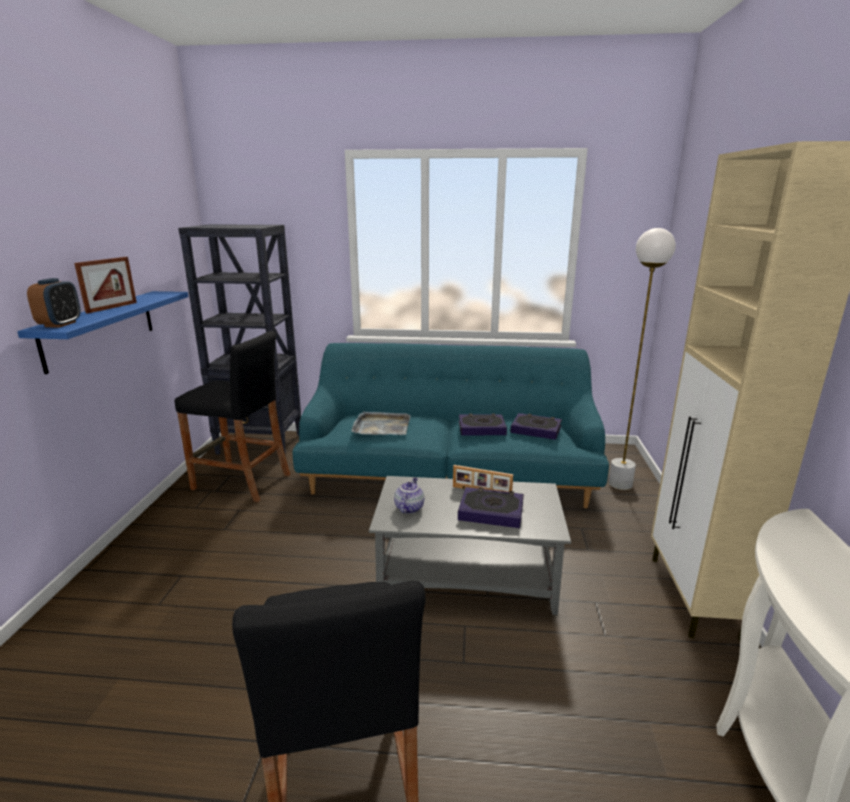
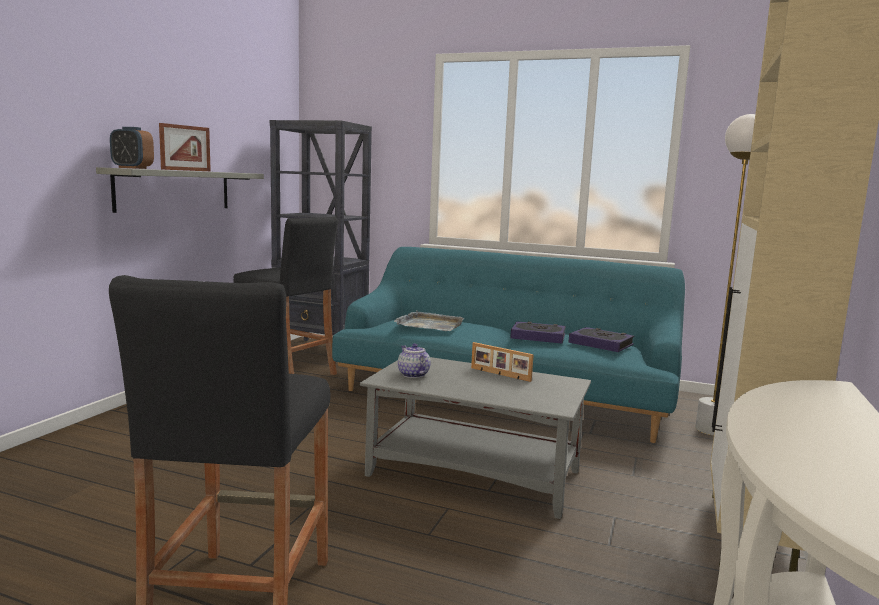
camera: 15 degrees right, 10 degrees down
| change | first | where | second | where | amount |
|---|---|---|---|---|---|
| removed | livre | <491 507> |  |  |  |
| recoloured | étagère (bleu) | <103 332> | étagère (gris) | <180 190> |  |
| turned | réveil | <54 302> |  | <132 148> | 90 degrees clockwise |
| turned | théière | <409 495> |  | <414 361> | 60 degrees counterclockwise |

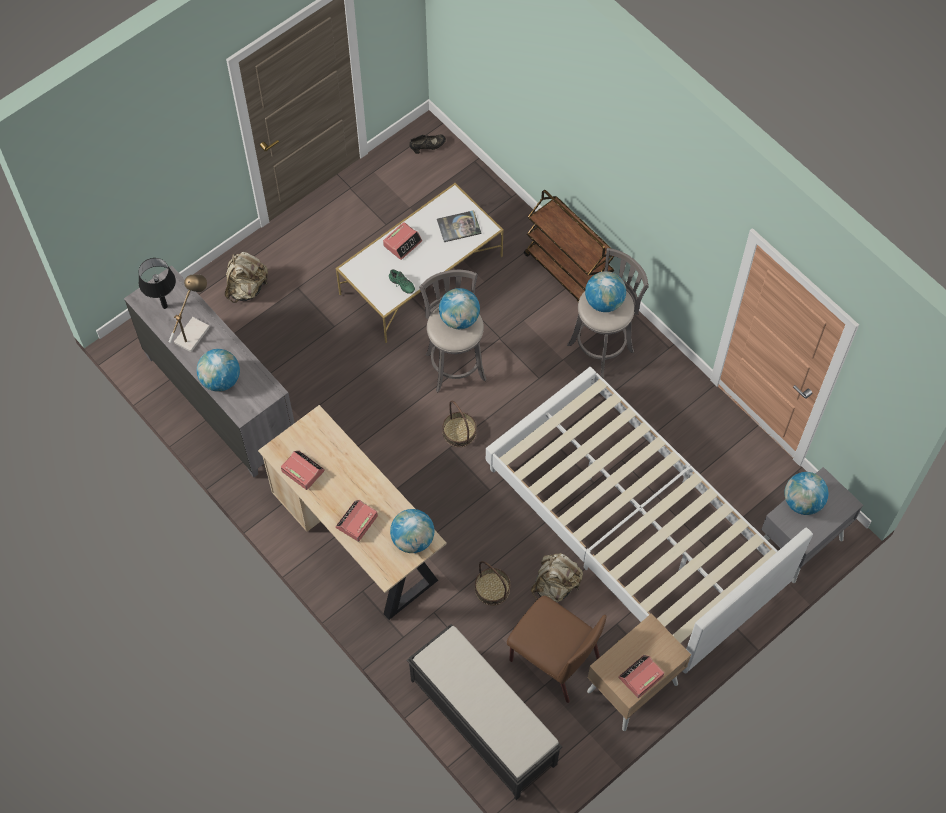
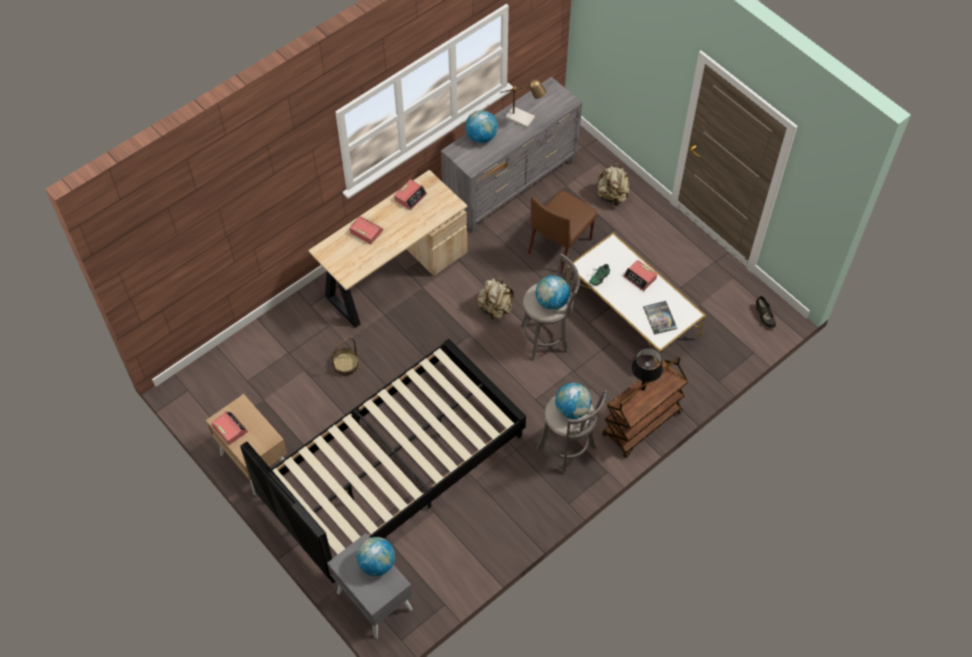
camera: 90 degrees right, 5 degrees down
| change | first | where | second | where | amount |
|---|---|---|---|---|---|
| removed | globe | <412 531> |  |  |  |
| removed | banc (noir) | <484 712> |  |  |  |
| removed | panier | <459 424> |  |  |  |
| moved | lampe de table (noir) | <157 283> |  | <647 369> |  |
| moved | chaise (marron) | <556 649> |  | <562 232> |  |
| moved | sac à dos (beige) | <557 577> |  | <495 299> |  |
| recoloured | lit (blanc) | <649 520> | lit (noir) | <383 461> |  |

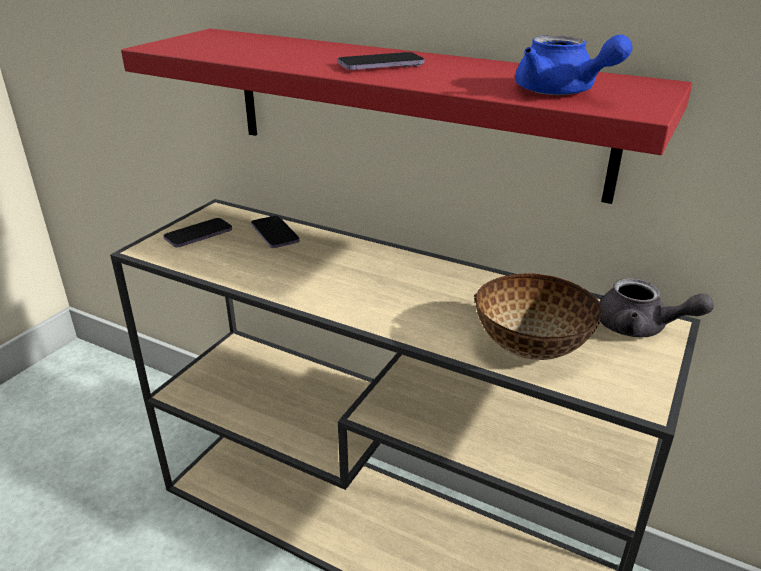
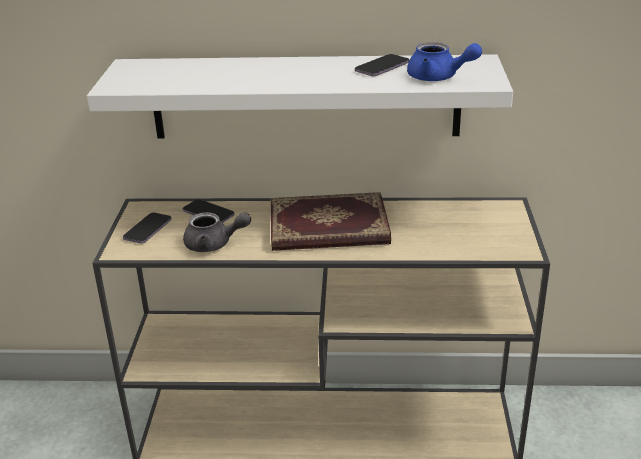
camera: 25 degrees left, 0 degrees up
| change | first | where | second | where | amount |
|---|---|---|---|---|---|
| removed | bol | <538 316> |  |  |  |
| added |  |  | livre | <331 221> |  |
| moved | téléphone | <381 61> |  | <382 65> |  |
| moved | théière (gris) | <656 307> |  | <217 232> |  |
| recoloured | étagère (rouge) | <406 116> | étagère (blanc) | <300 96> |  |

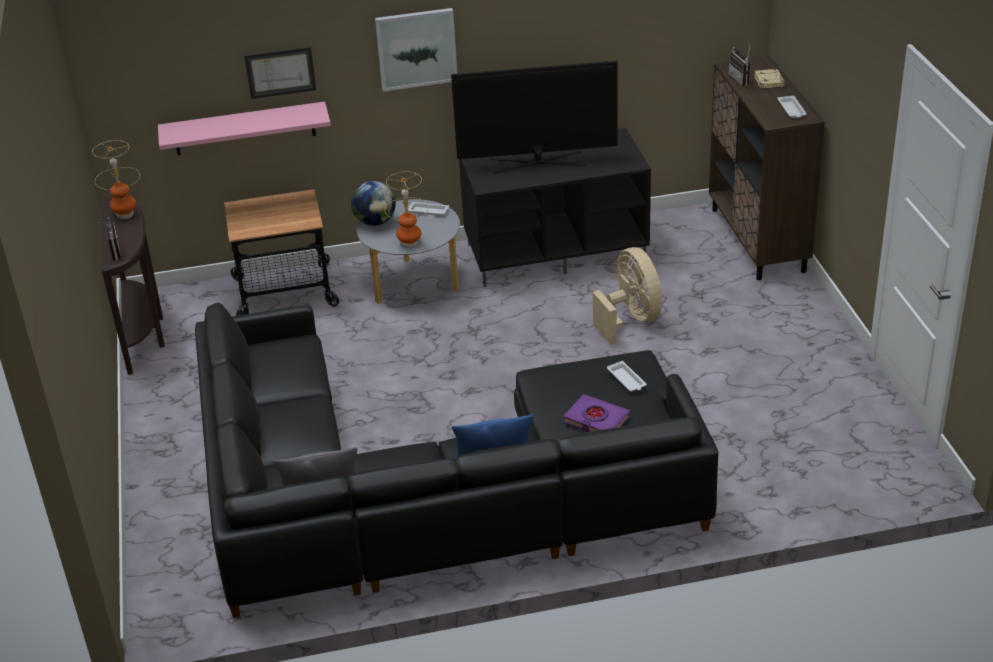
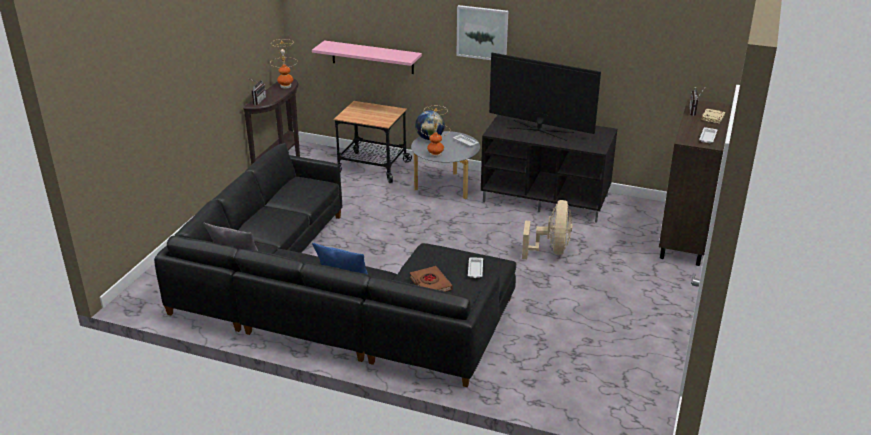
camera: 30 degrees right, 5 degrees down
| change | first | where | second | where | amount |
|---|---|---|---|---|---|
| removed | tableau | <280 73> |  |  |  |
| recoloured | livre (violet) | <596 413> | livre (marron) | <431 279> |  |

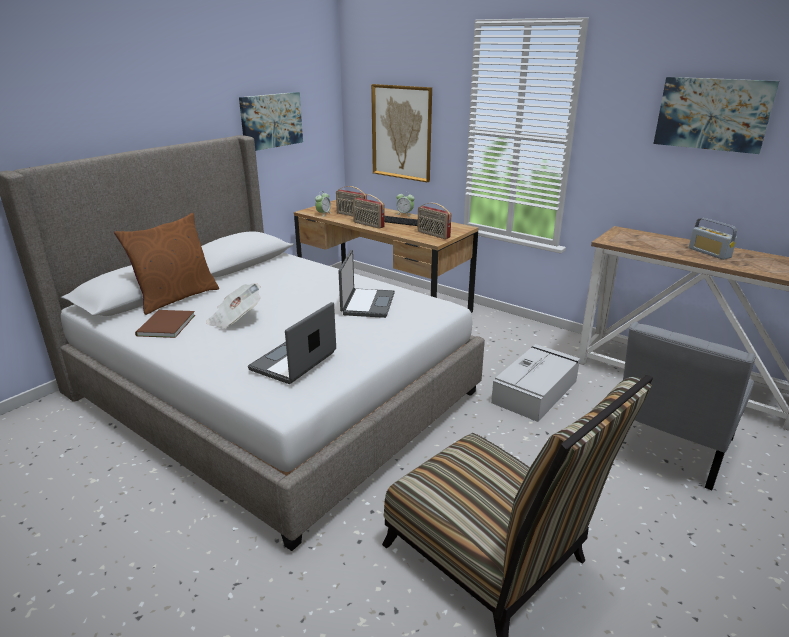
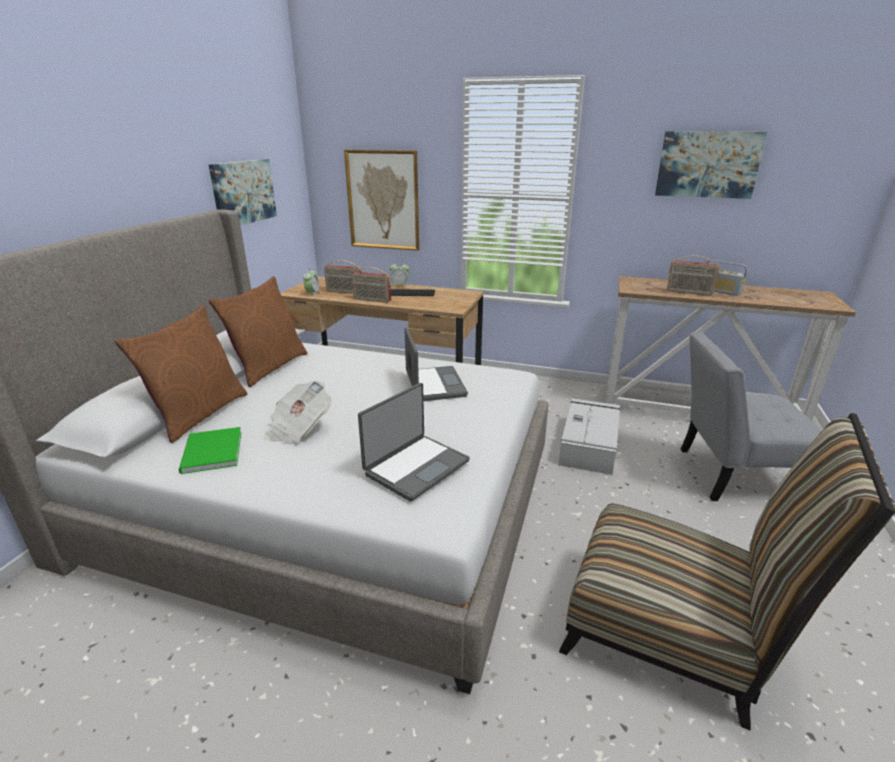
camera: 20 degrees left, 0 degrees up
| change | first | where | second | where | amount |
|---|---|---|---|---|---|
| added |  |  | coussin (marron) | <258 331> |  |
| moved | radio | <434 221> |  | <693 275> |  |
| recoloured | livre (marron) | <165 324> | livre (vert) | <210 450> |  |
| turned | ordinateur portable | <292 343> |  | <414 442> | 150 degrees counterclockwise |
| turned | chaise (gris) | <689 406> |  | <751 416> | 75 degrees clockwise |

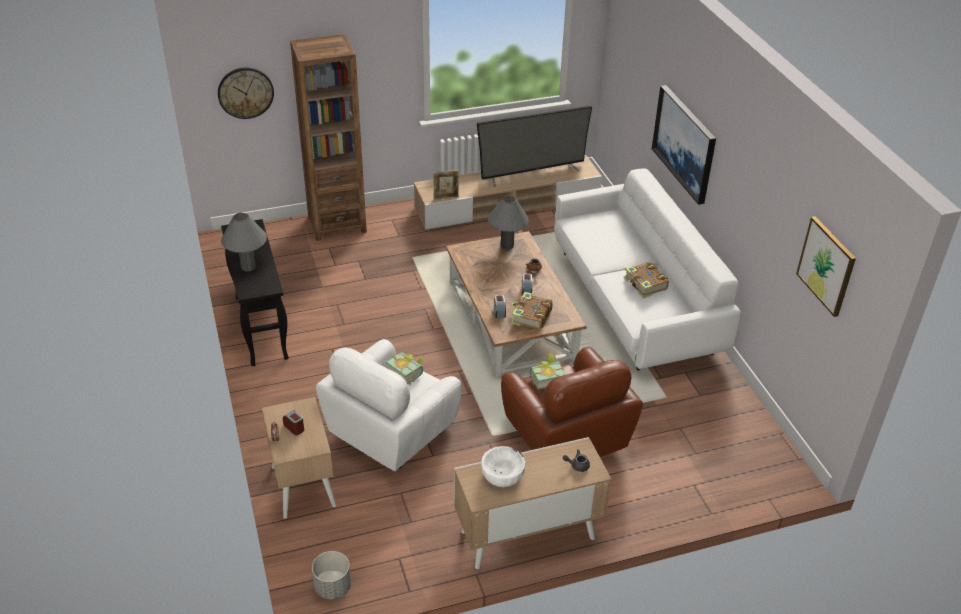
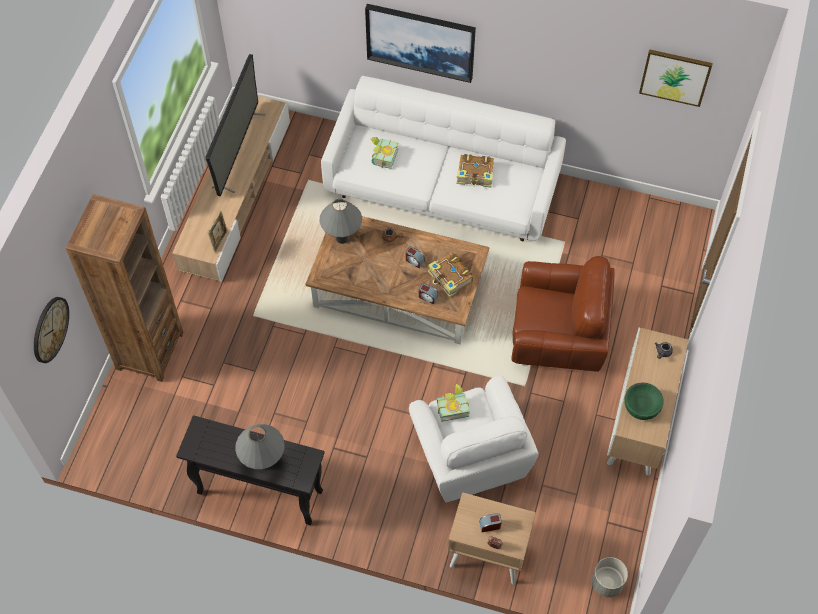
camera: 55 degrees left, 20 degrees up
| change | first | where | second | where | amount |
|---|---|---|---|---|---|
| moved | livre | <548 371> |  | <385 153> |  |
| recoloured | bol (blanc) | <503 466> | bol (vert) | <643 401> |  |

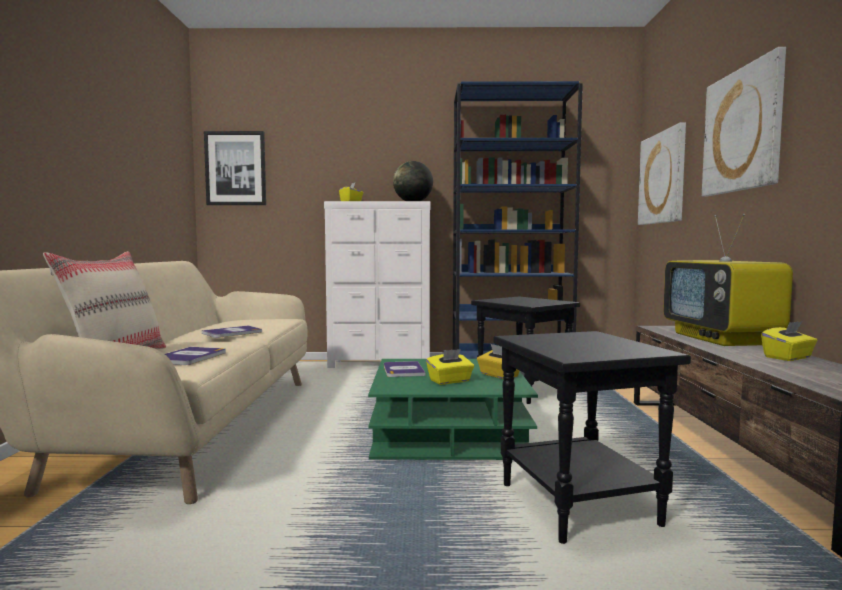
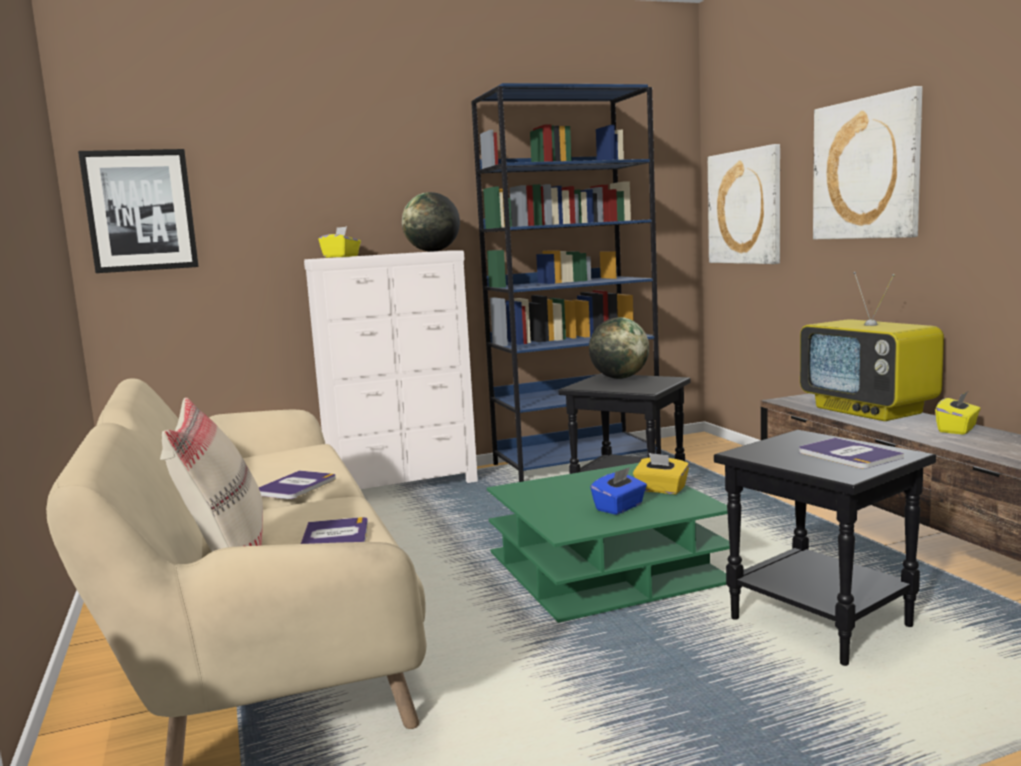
camera: 20 degrees left, 5 degrees up
| change | first | where | second | where | amount |
|---|---|---|---|---|---|
| added |  |  | globe | <619 348> |  |
| moved | livre | <404 369> |  | <851 453> |  |
| recoloured | boîte à mouchoirs (jaune) | <450 367> | boîte à mouchoirs (bleu) | <618 491> |  |

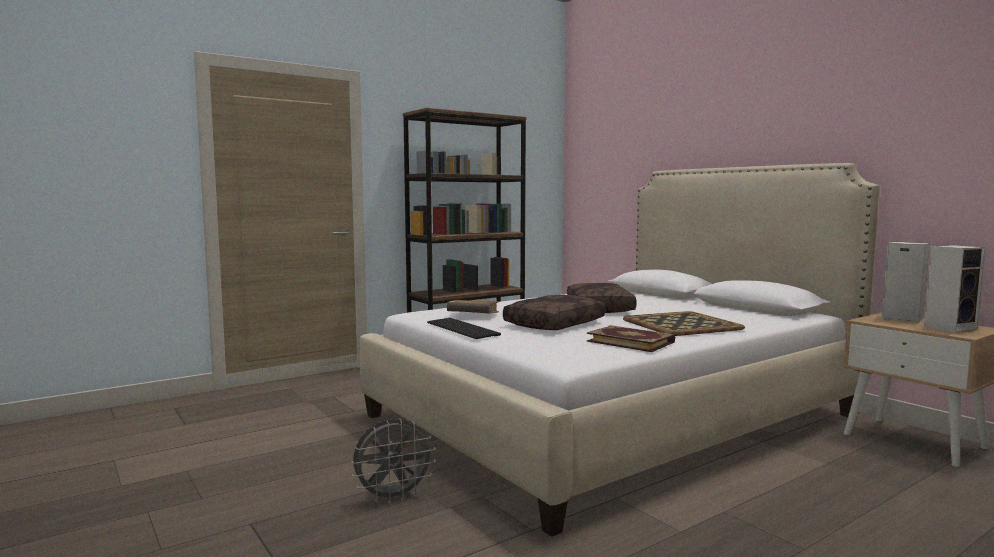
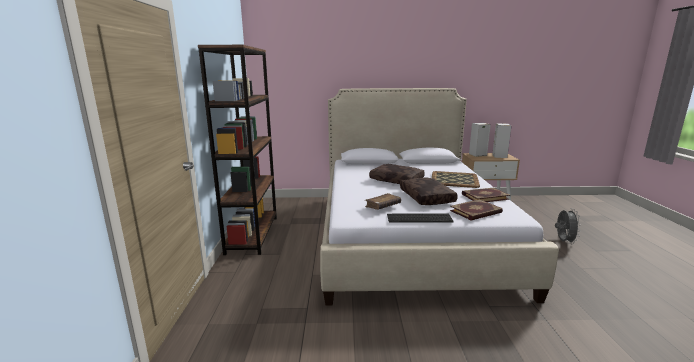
camera: 55 degrees left, 10 degrees up
| change | first | where | second | where | amount |
|---|---|---|---|---|---|
| added |  |  | livre | <476 209> |  |
| moved | ventilateur (gris) | <393 461> |  | <568 226> |  |

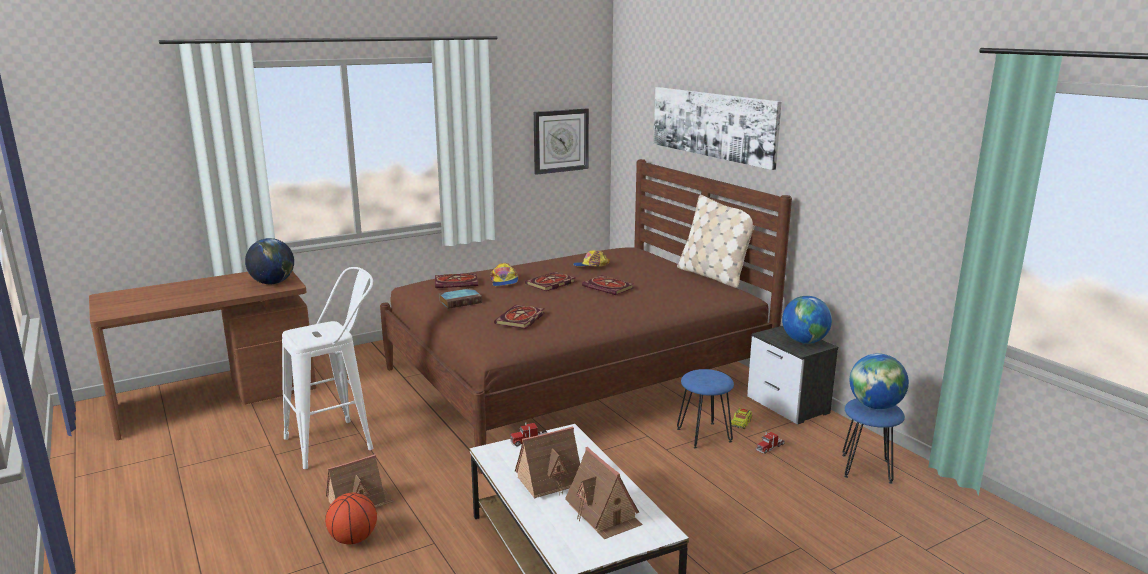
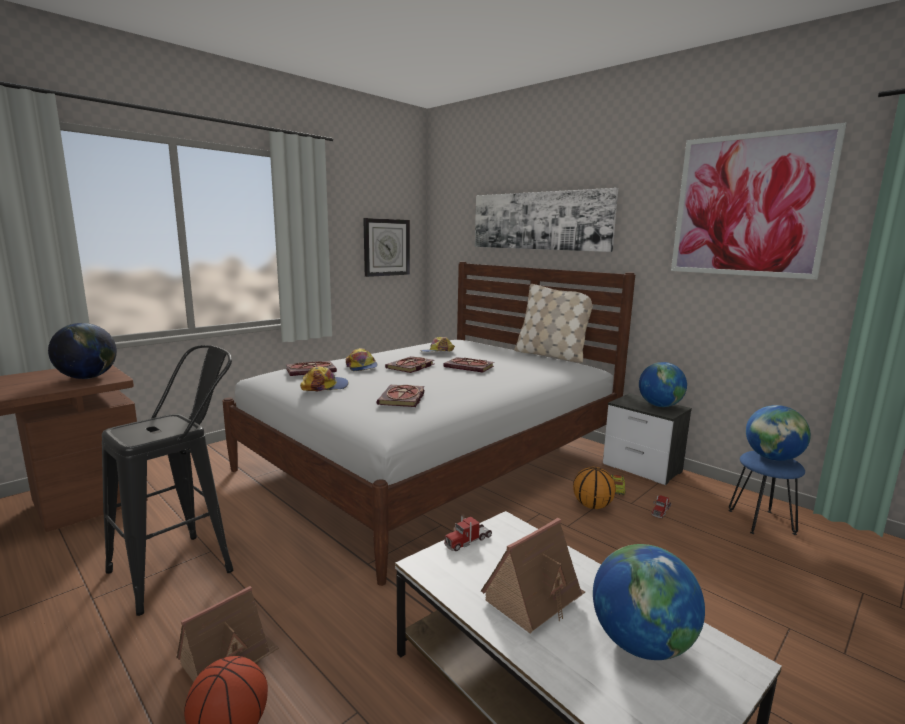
camera: 15 degrees left, 5 degrees down
| change | first | where | second | where | amount |
|---|---|---|---|---|---|
| added |  |  | tableau | <759 201> |  |
| replaced | livre | <460 298> | casquette | <324 378> |  |
| replaced | maison miniature | <604 493> | globe | <649 602> |  |
| replaced | tabouret (bleu) | <705 409> | ballon de basket | <594 488> |  |
| recoloured | tabouret (blanc) | <327 368> | tabouret (noir) | <167 480> |  |
| recoloured | lit (marron) | <586 316> | lit (blanc) | <429 424> |  |

